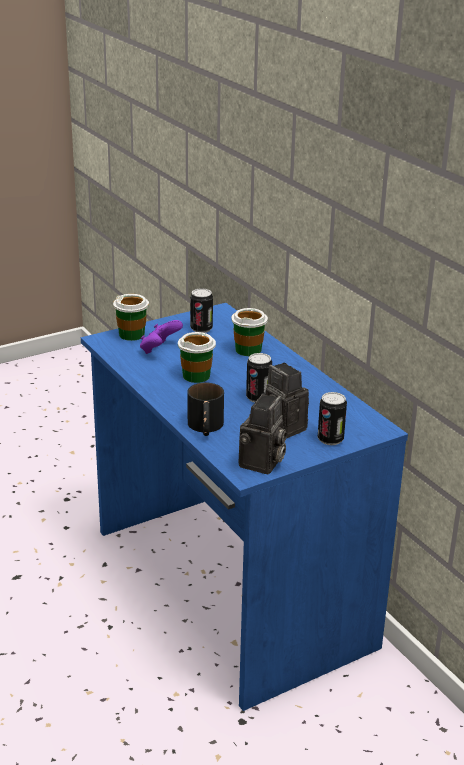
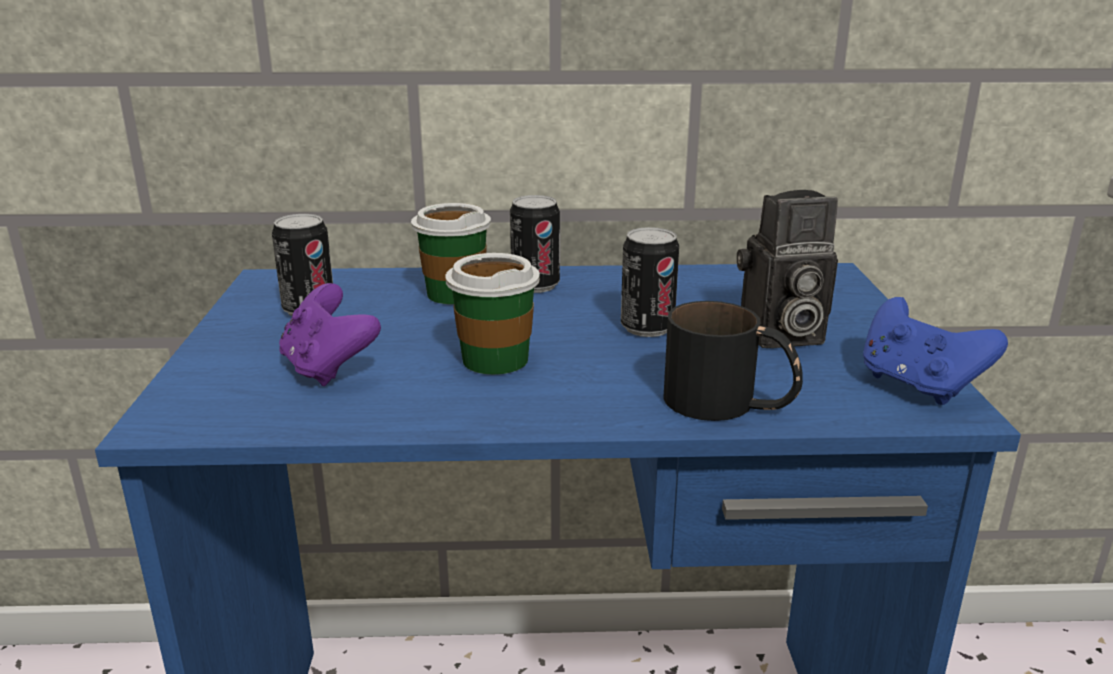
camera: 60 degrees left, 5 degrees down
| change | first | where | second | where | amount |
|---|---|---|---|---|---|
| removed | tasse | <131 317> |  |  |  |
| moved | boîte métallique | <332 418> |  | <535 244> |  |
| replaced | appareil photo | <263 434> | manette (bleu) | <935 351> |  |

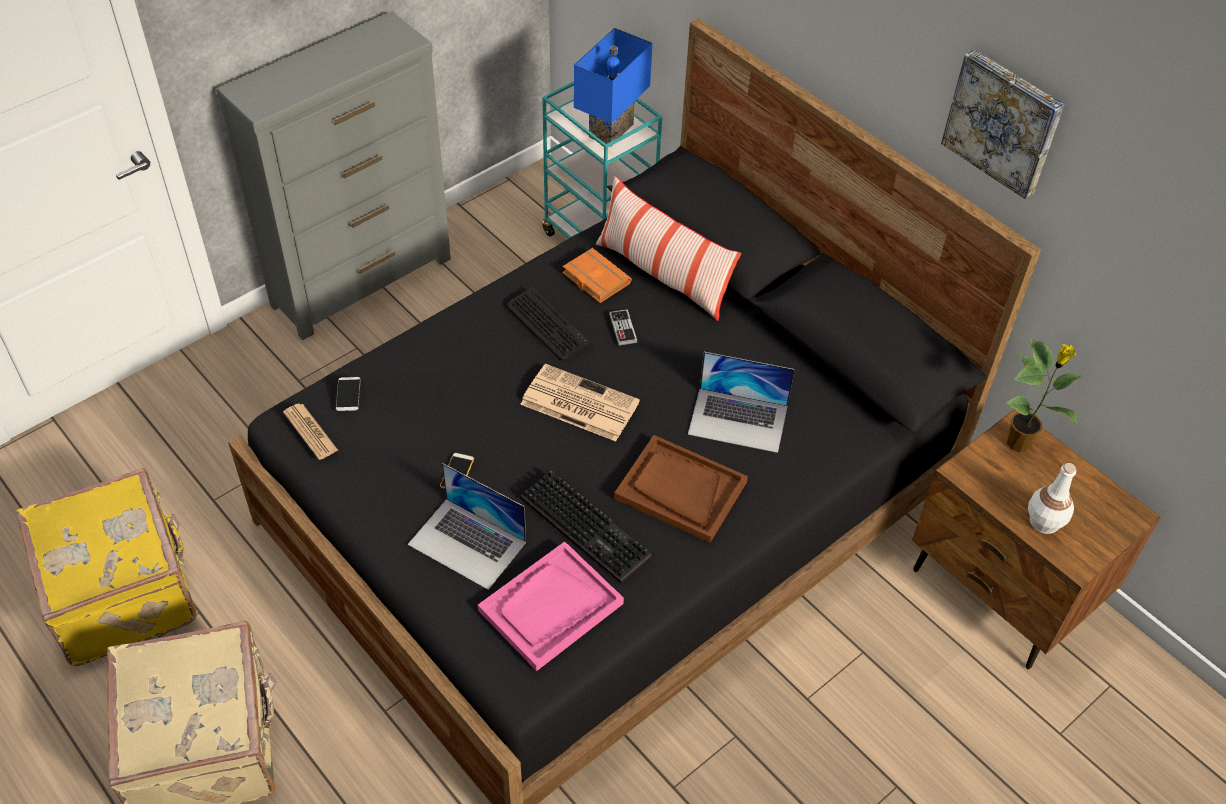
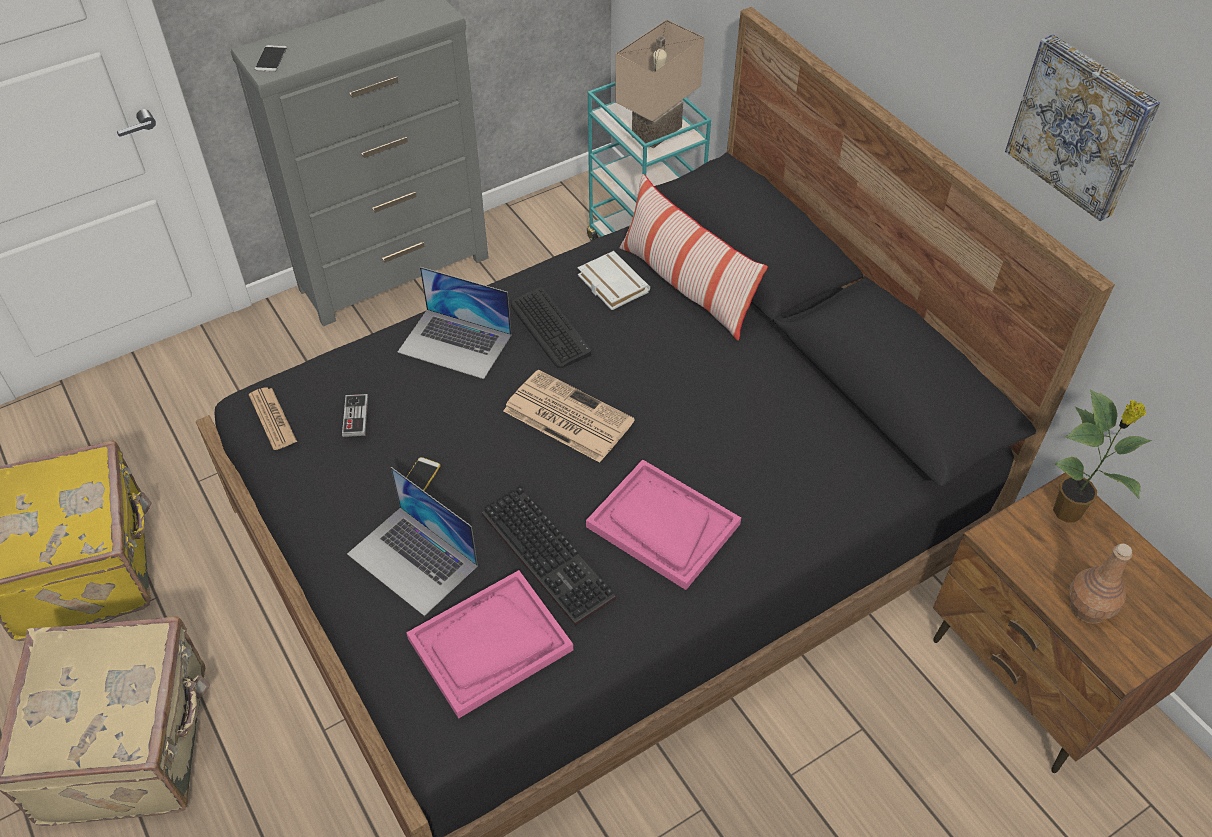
camera: 10 degrees right, 0 degrees up
| change | first | where | second | where | amount |
|---|---|---|---|---|---|
| moved | téléphone | <348 394> |  | <271 58> |  |
| moved | manette | <623 327> |  | <355 415> |  |
| moved | ordinateur portable | <741 402> |  | <454 323> |  |
| recoloured | livre (orange) | <597 275> | livre (blanc) | <614 280> |  |
| recoloured | lampe de table (bleu) | <613 87> | lampe de table (beige) | <660 84> |  |
| recoloured | plateau (marron) | <681 489> | plateau (rose) | <663 524> |  |
| recoloured | bouteille (blanc) | <1052 498> | bouteille (marron) | <1100 584> |  |

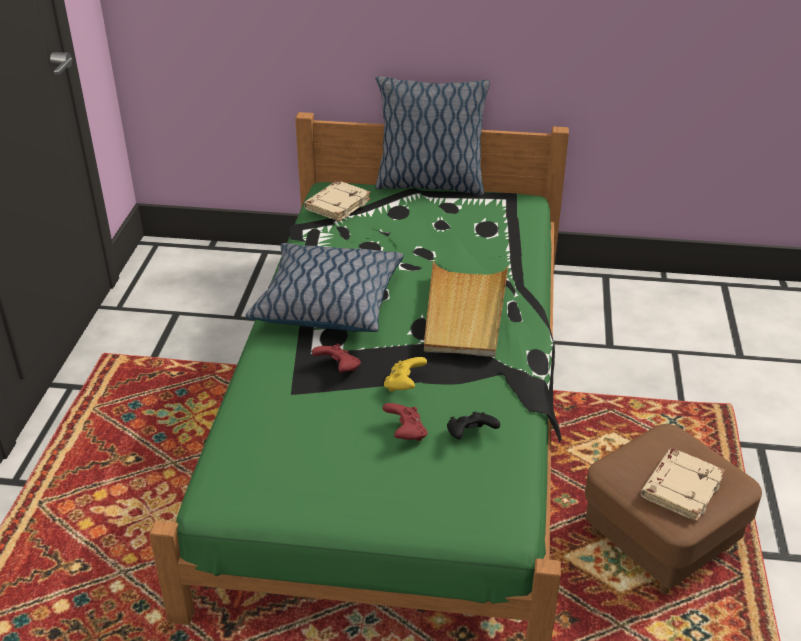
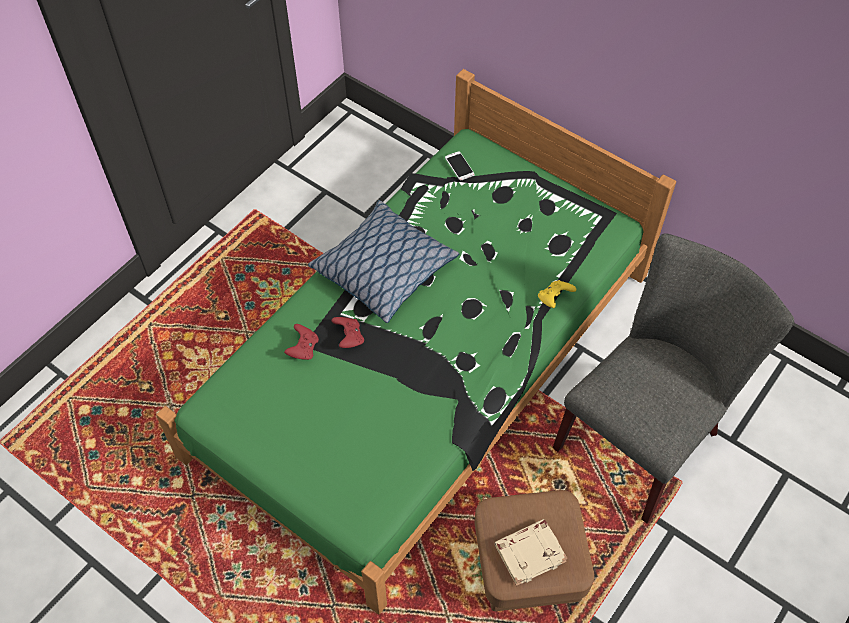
camera: 30 degrees right, 20 degrees up
| change | first | where | second | where | amount |
|---|---|---|---|---|---|
| removed | coussin | <432 135> |  |  |  |
| removed | plateau (beige) | <466 309> |  |  |  |
| removed | manette (noir) | <473 425> |  |  |  |
| added |  |  | chaise (gris) | <673 378> |  |
| moved | manette (rouge) | <404 422> |  | <301 342> |  |
| moved | manette (jaune) | <405 374> |  | <557 294> |  |
| replaced | livre (beige) | <337 201> | téléphone | <460 166> |  |

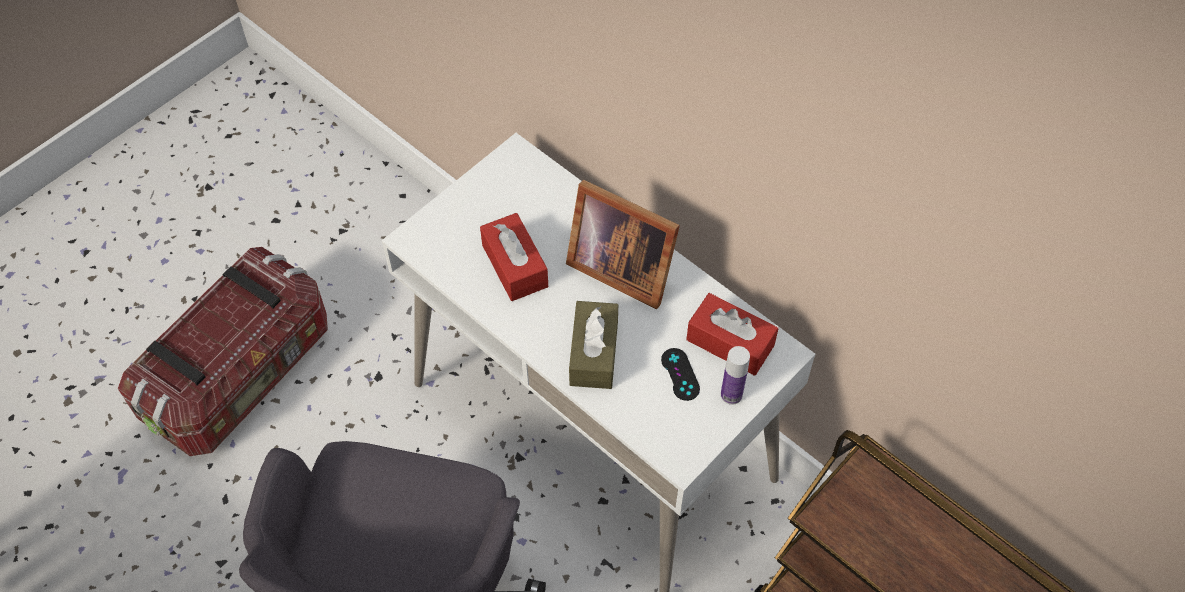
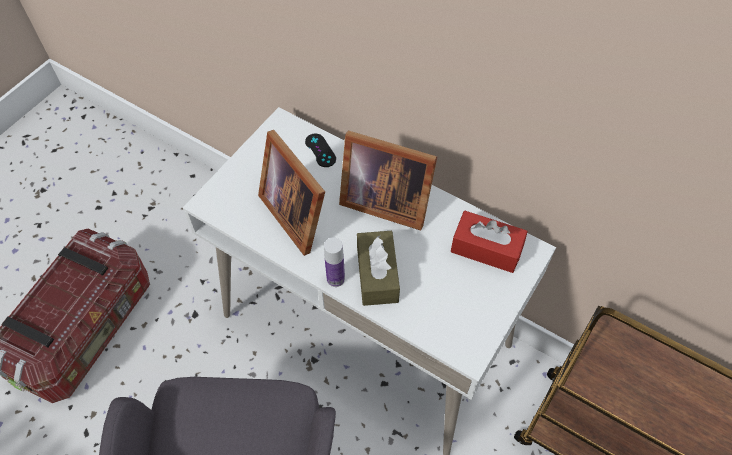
camera: 10 degrees left, 0 degrees up
| change | first | where | second | where | amount |
|---|---|---|---|---|---|
| moved | manette (noir) | <680 374> |  | <320 150> |  |
| moved | bouteille | <735 375> |  | <334 262> |  |
| replaced | boîte à mouchoirs (rouge) | <514 257> | cadre photo | <291 193> |  |

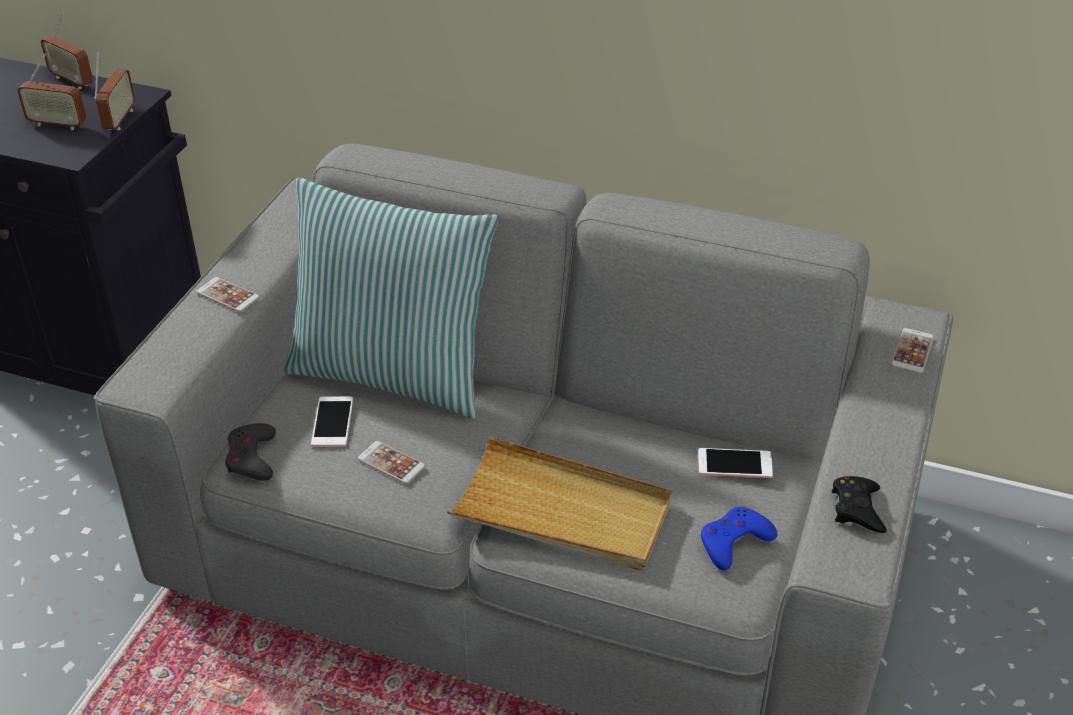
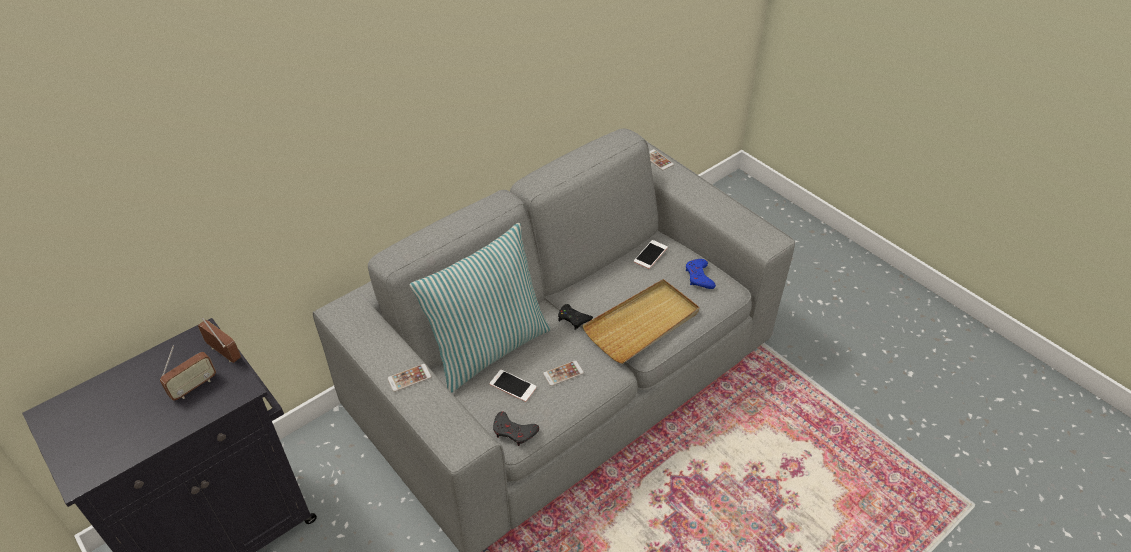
camera: 60 degrees left, 5 degrees up
| change | first | where | second | where | amount |
|---|---|---|---|---|---|
| removed | radio | <67 51> |  |  |  |
| moved | manette (noir) | <859 504> |  | <575 317> |  |

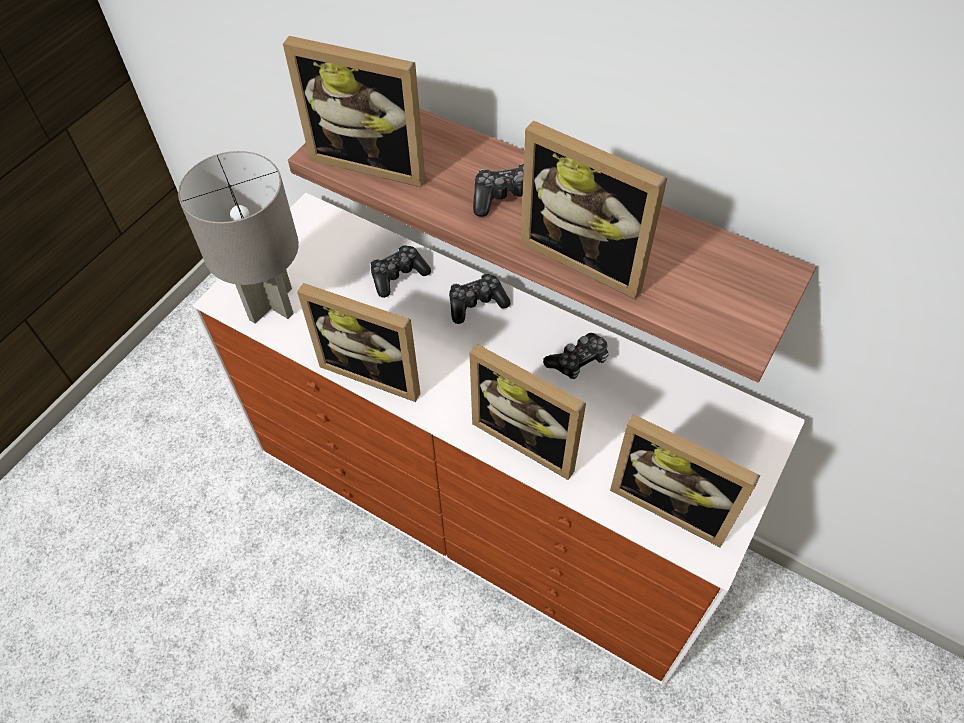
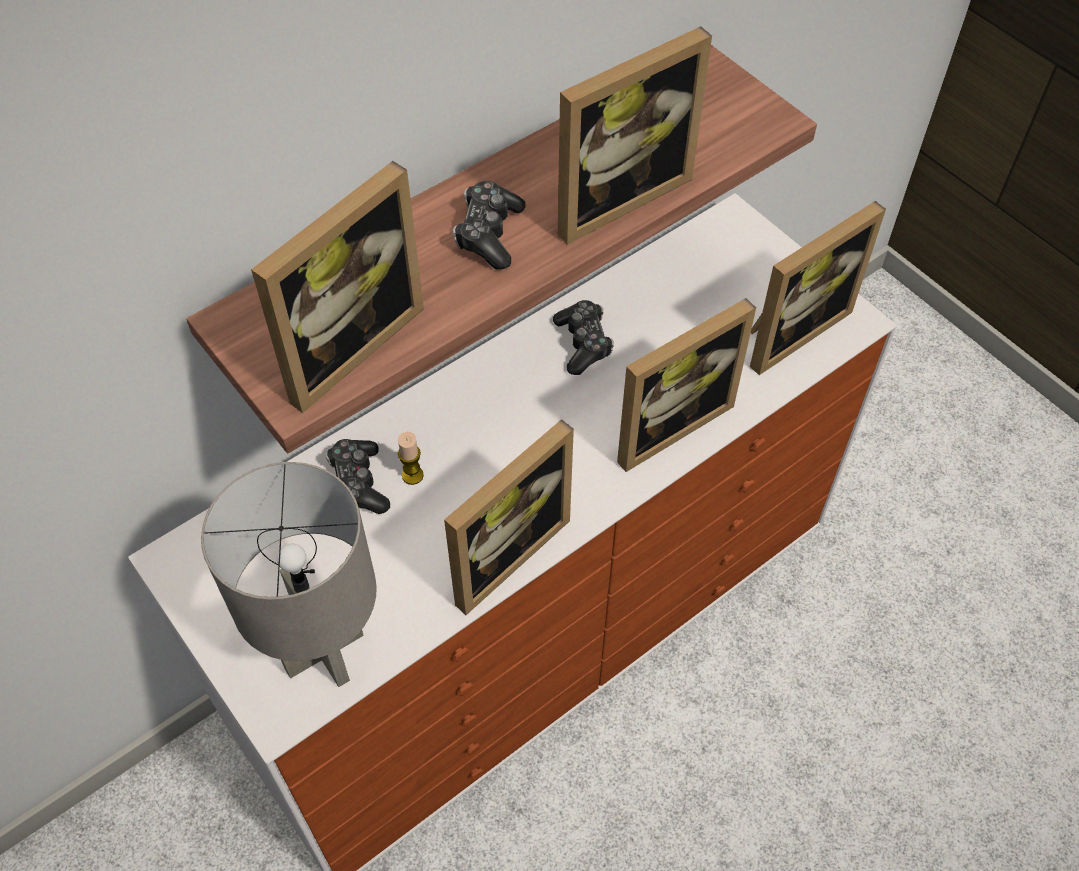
camera: 70 degrees left, 0 degrees up
| change | first | where | second | where | amount |
|---|---|---|---|---|---|
| removed | manette | <479 298> |  |  |  |
| added |  |  | bougie | <411 458> |  |

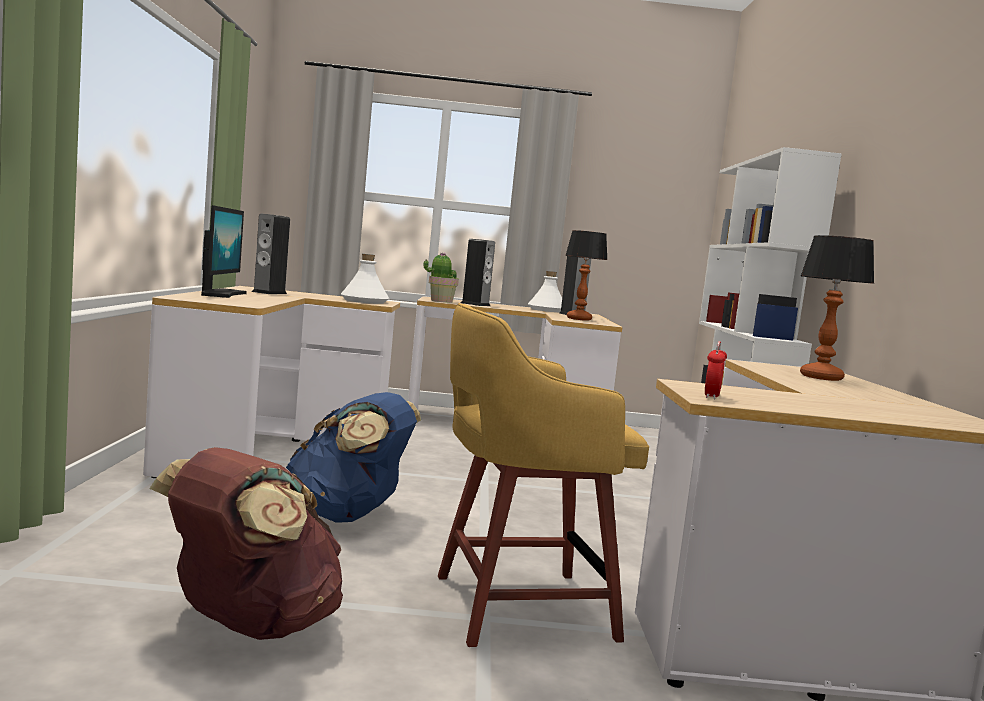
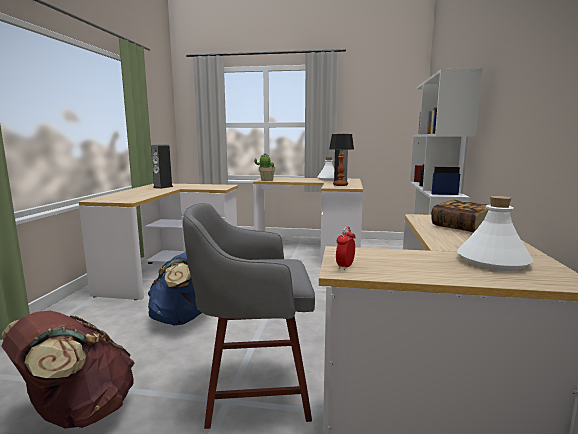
camera: 10 degrees right, 5 degrees up
| change | first | where | second | where | amount |
|---|---|---|---|---|---|
| removed | écran d'ordinateur | <224 251> |  |  |  |
| removed | enceinte | <478 272> |  |  |  |
| moved | bouteille (blanc) | <365 279> |  | <495 233> |  |
| replaced | lampe de table | <837 308> | livre | <460 216> |  |
| recoloured | tabouret (jaune) | <543 475> | tabouret (gris) | <249 316> |  |

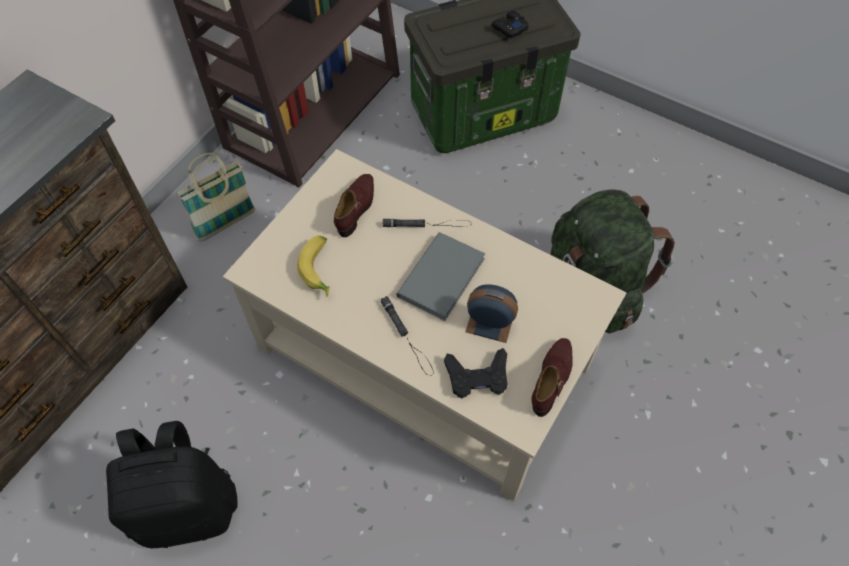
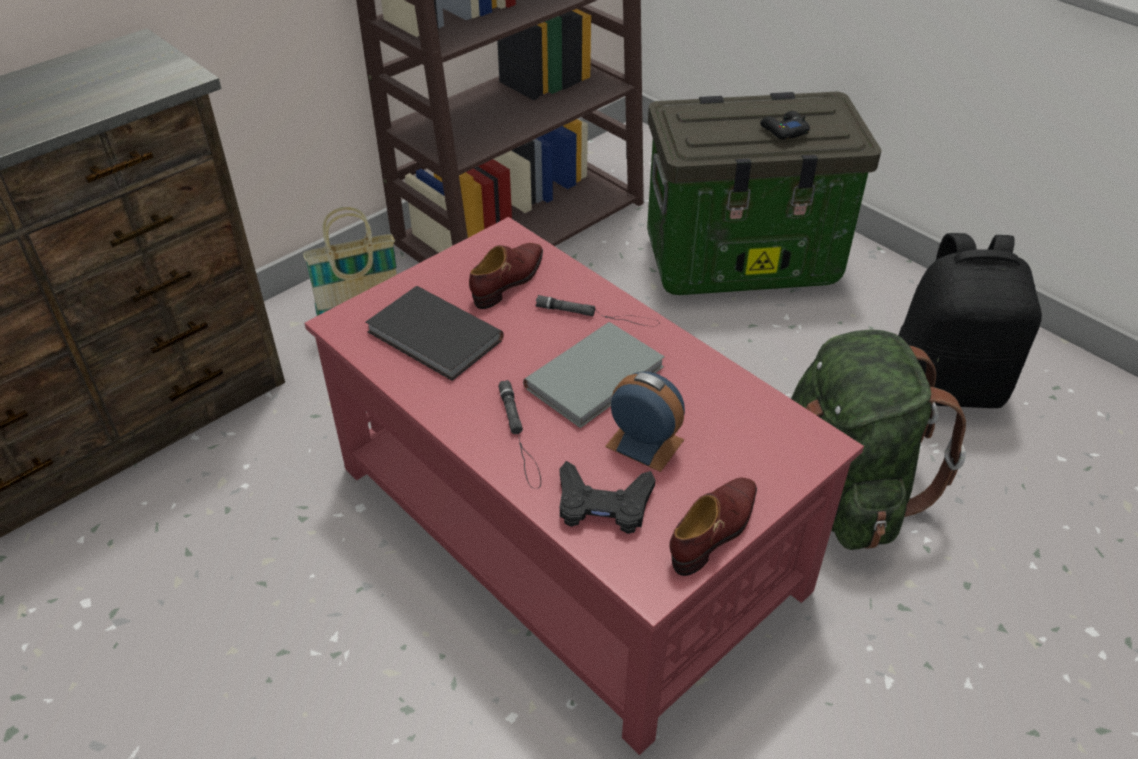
camera: 15 degrees right, 15 degrees down
| change | first | where | second | where | amount |
|---|---|---|---|---|---|
| moved | sac à dos (noir) | <172 484> |  | <970 320> |  |
| replaced | banane | <313 266> | livre (noir) | <434 333> |  |
| recoloured | table basse (beige) | <425 325> | table basse (rouge) | <584 486> |  |

